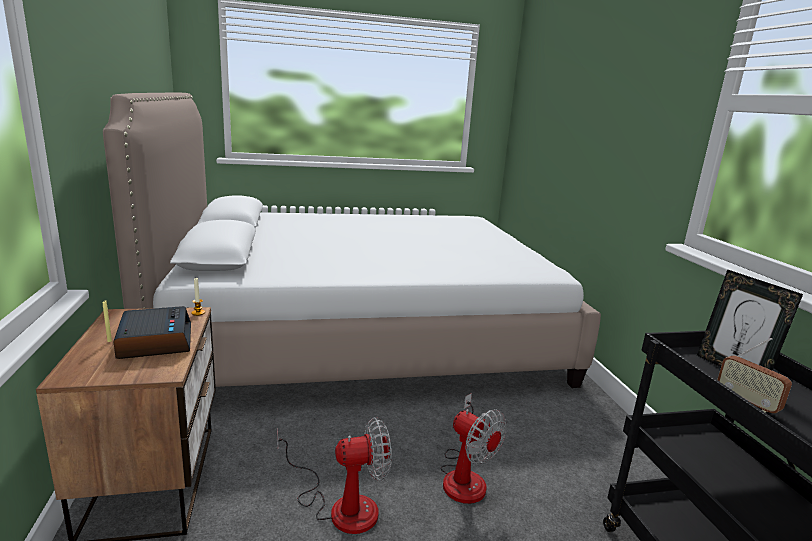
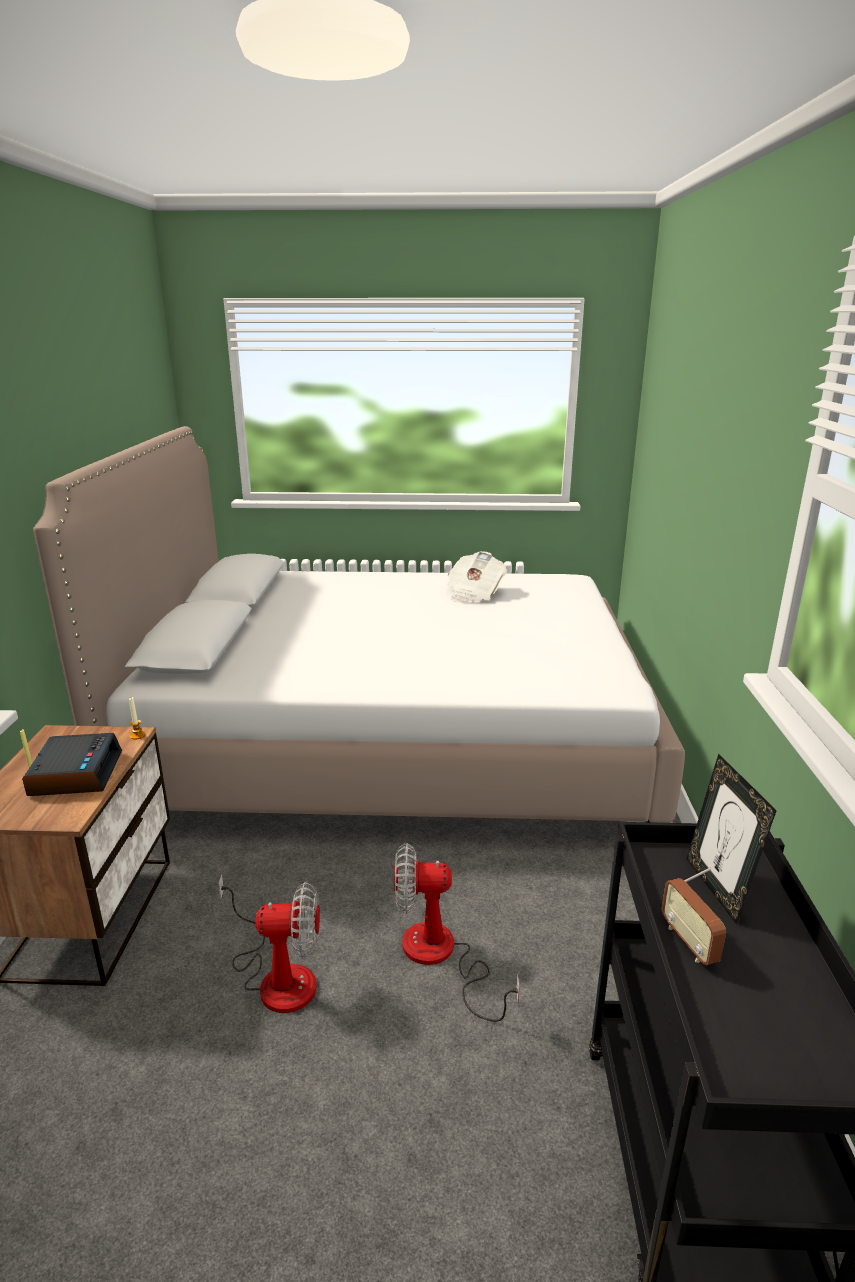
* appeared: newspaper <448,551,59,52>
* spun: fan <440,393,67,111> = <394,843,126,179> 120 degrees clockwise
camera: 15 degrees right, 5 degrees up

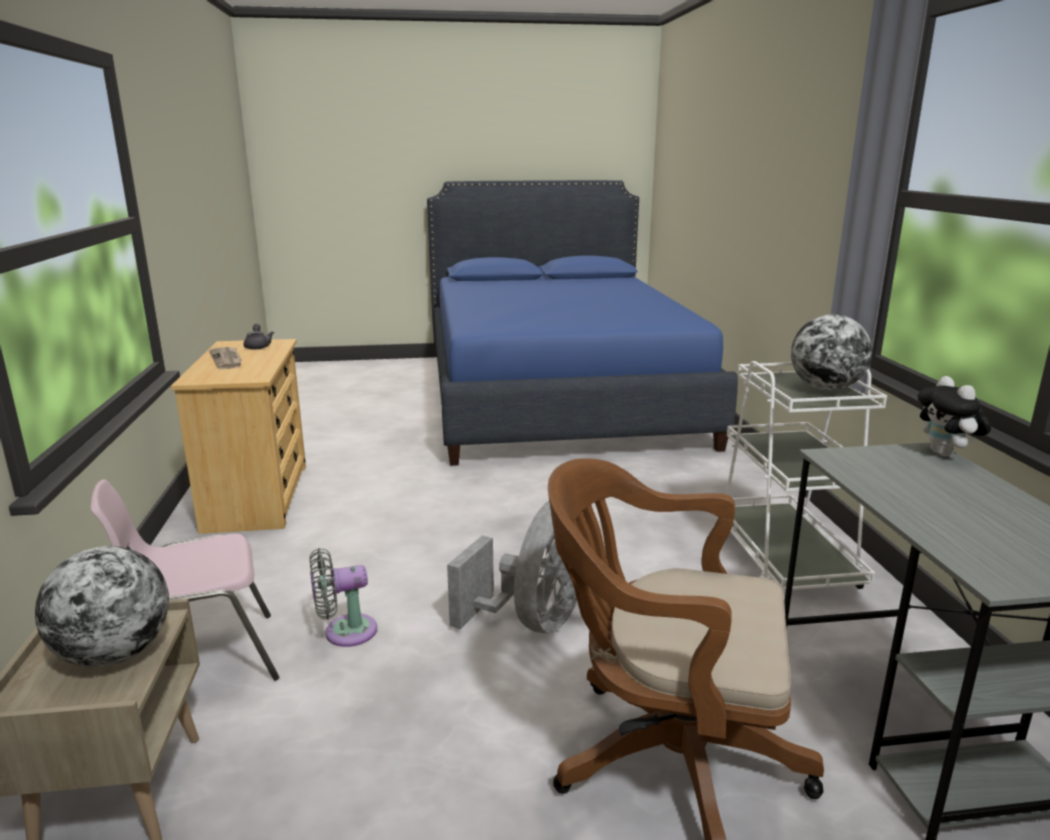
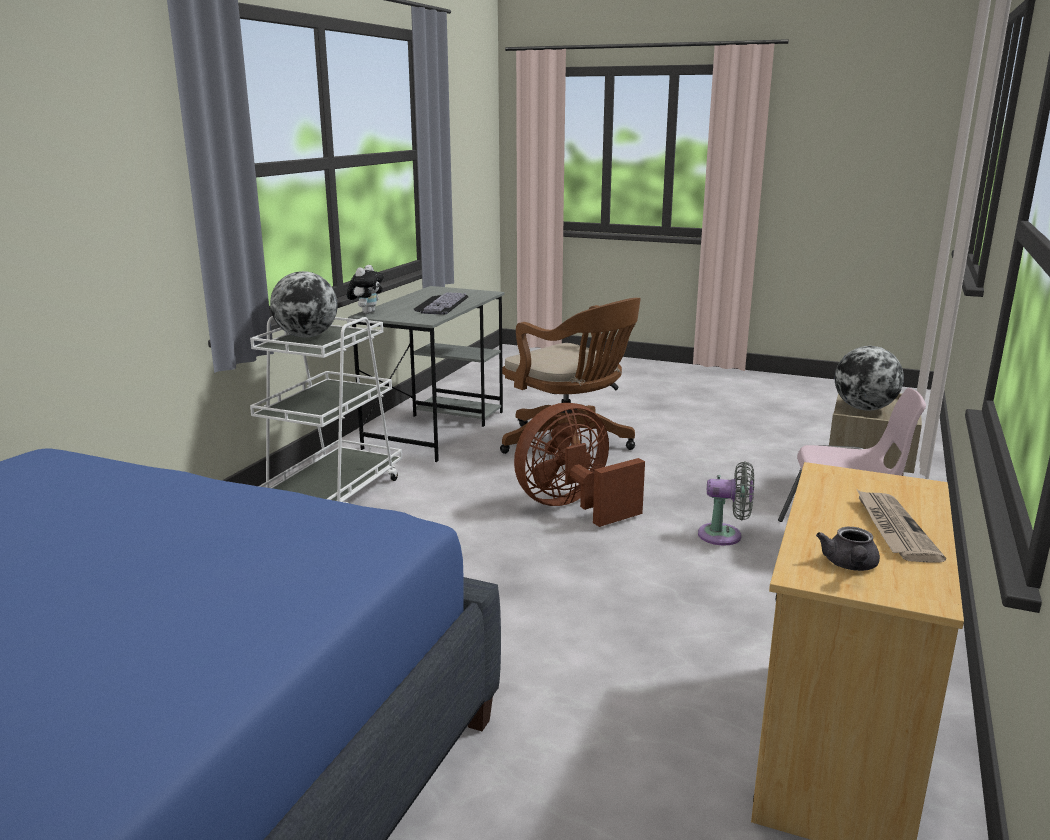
* appeared: keyboard <414,292,54,23>
* colour: grey fan <447,501,138,132> to brown fan <514,403,131,124>
camera: 150 degrees left, 0 degrees up

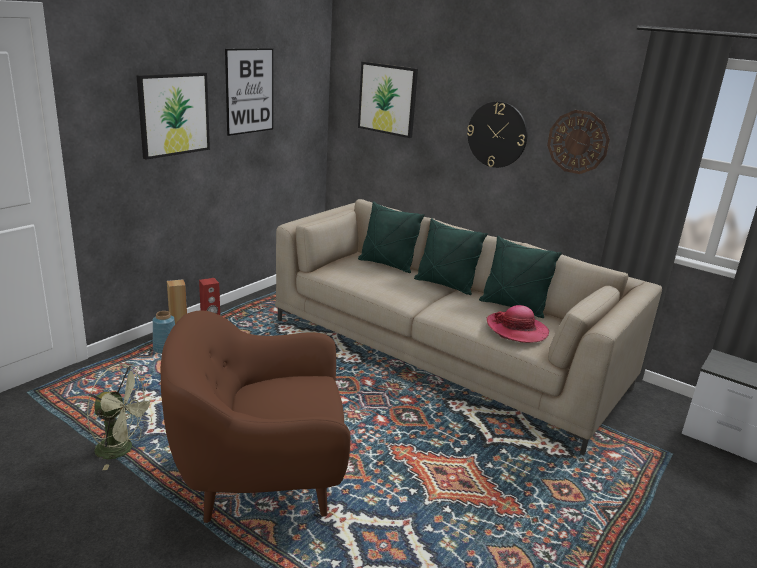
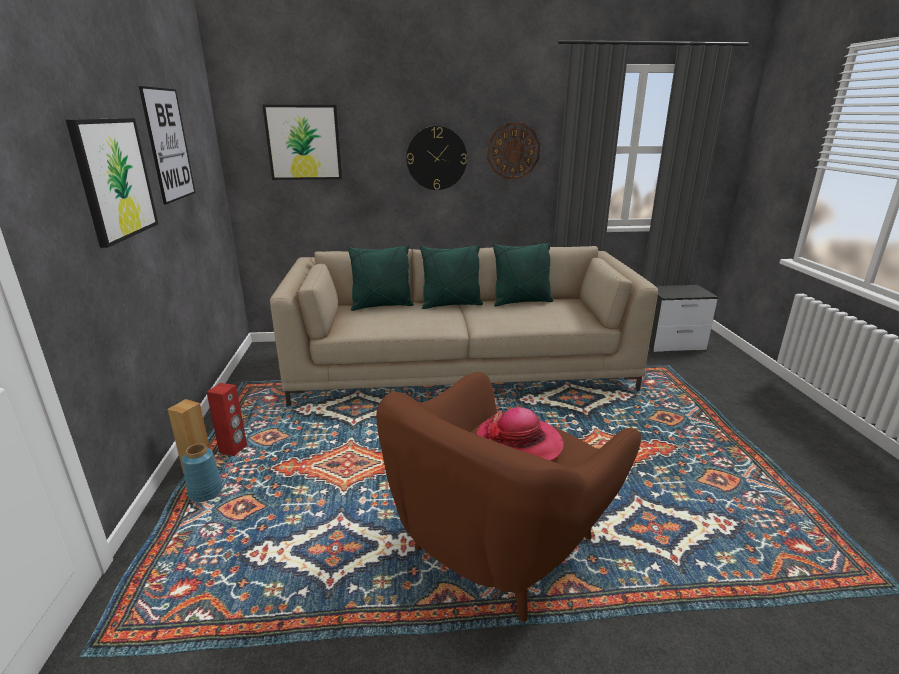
* missing: green fan <87,365,69,105>
* relocated: hat <487,305,62,38> to <476,407,88,54>
camera: 40 degrees left, 0 degrees up

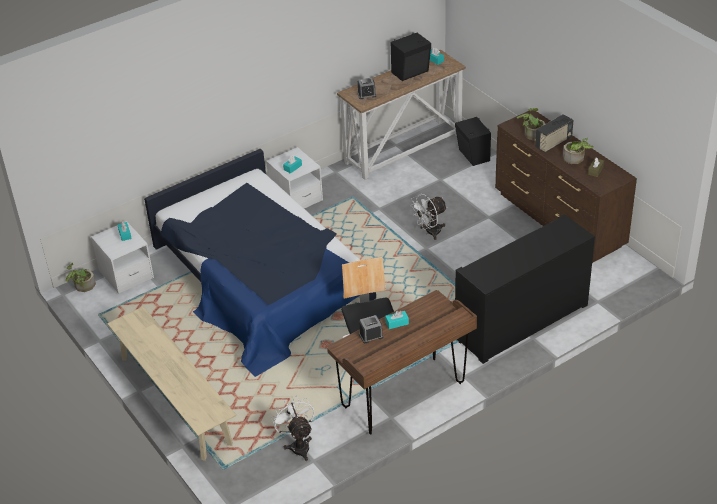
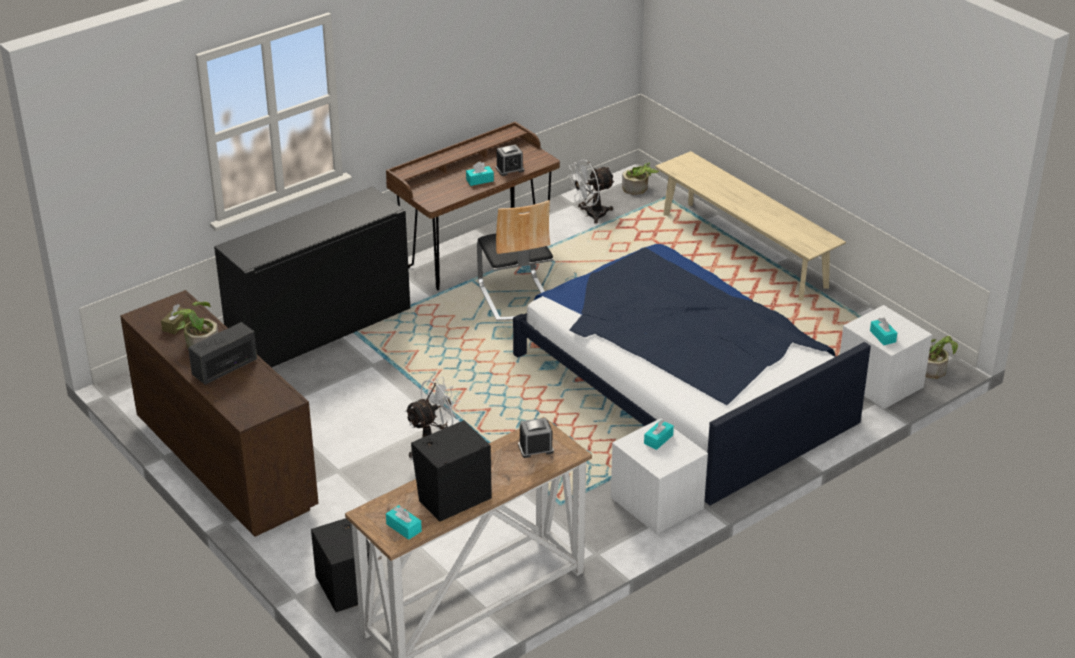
* relocated: potted plant <517,108,28,33> to <622,162,37,33>
* spun: white fan <271,397,43,64> = <567,160,48,64> 90 degrees clockwise
camera: 175 degrees right, 5 degrees down

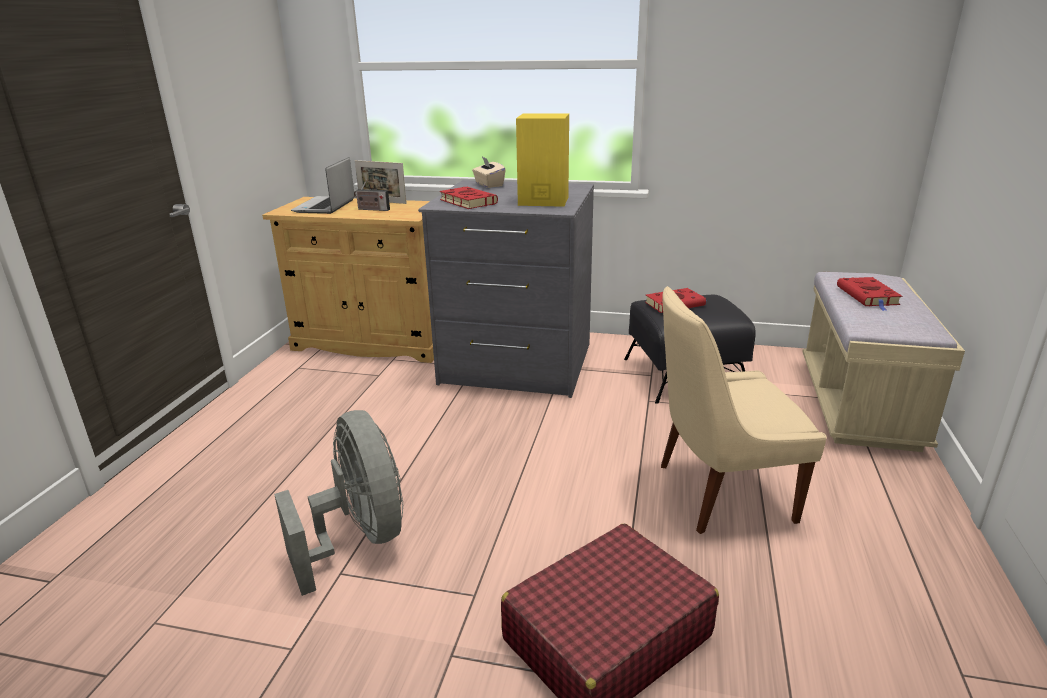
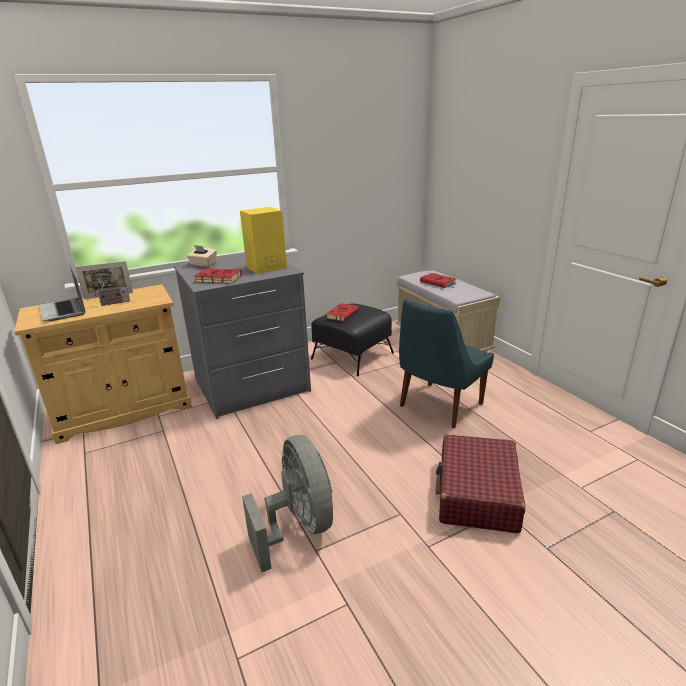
* colour: beige chair <661,286,166,248> to blue chair <399,299,95,129>
* spun: grey fan <274,410,129,186> = <242,435,91,137> 45 degrees clockwise
camera: 40 degrees left, 0 degrees up

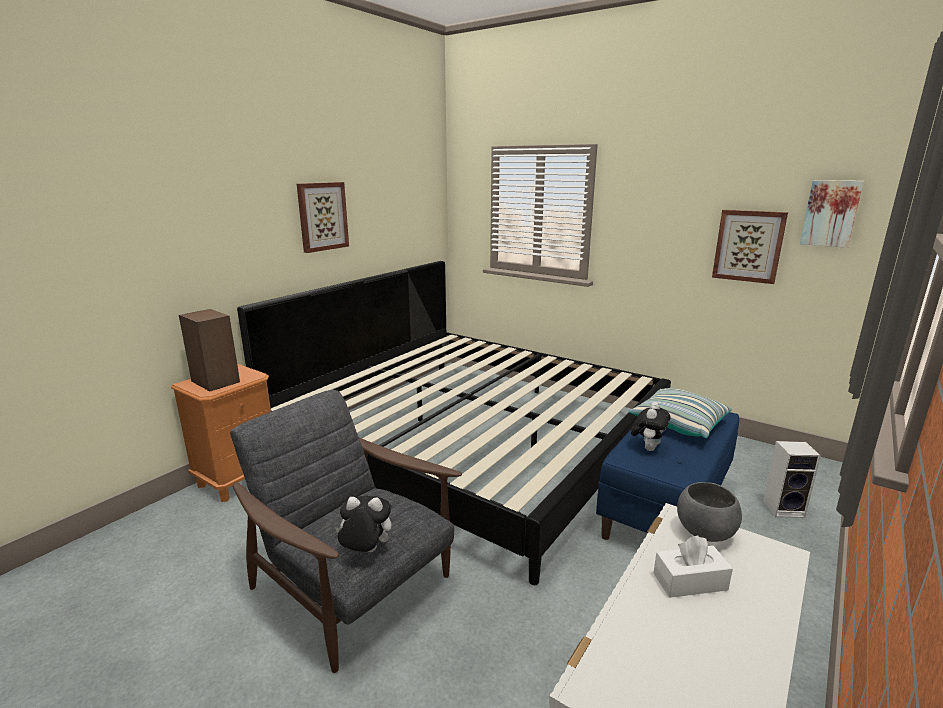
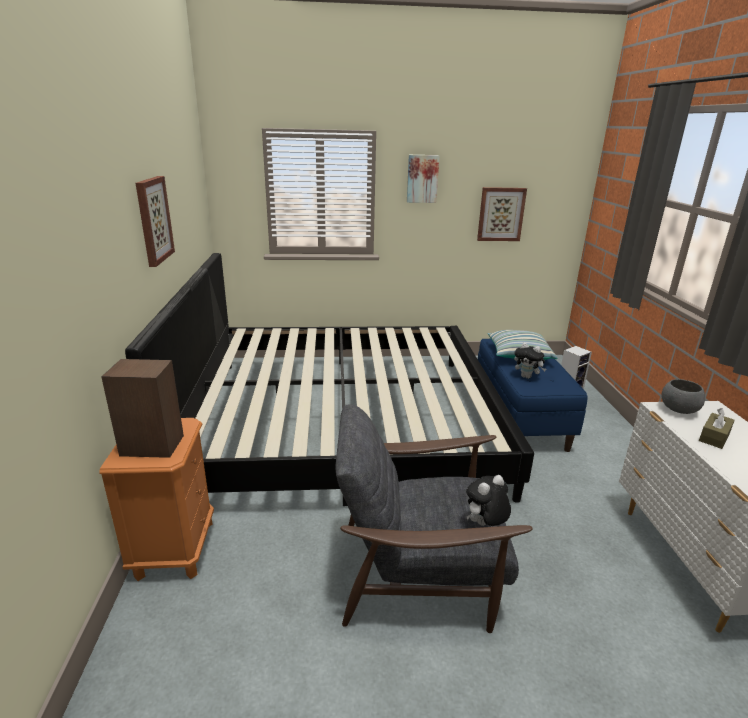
* relocated: picture <800,180,64,68> to <407,155,33,48>
* colour: white tissue box <653,536,80,62> to brown tissue box <699,408,36,41>
* spun: plush toy <631,402,40,49> = <514,343,32,36> 135 degrees clockwise
camera: 40 degrees left, 5 degrees up

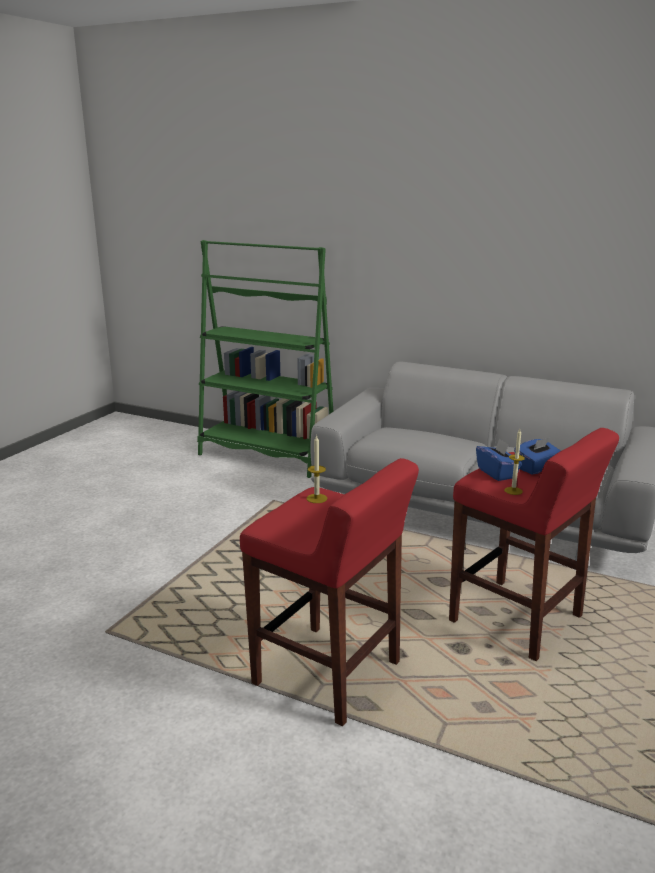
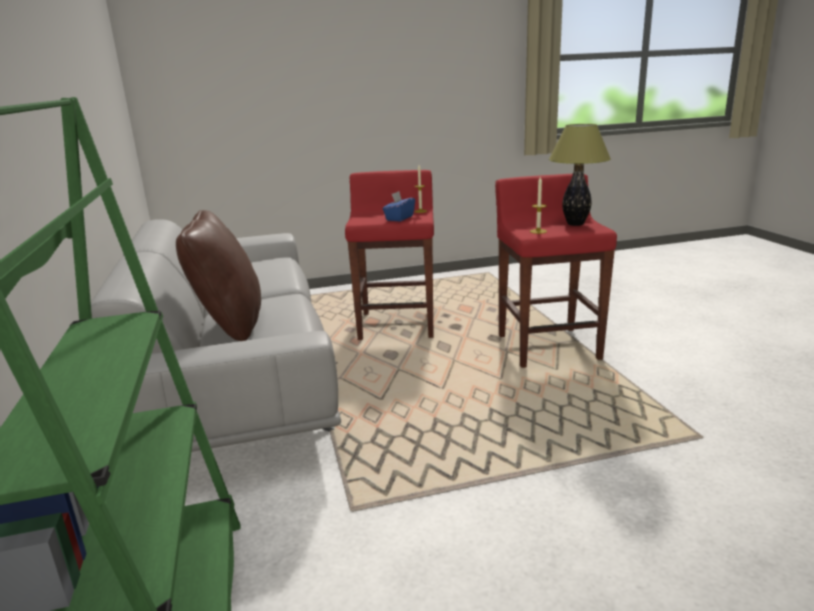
* missing: blue tissue box <514,437,47,38>
* appeared: brown pillow <176,210,85,131>
* appeared: table lamp <548,124,63,102>
camera: 130 degrees left, 0 degrees up

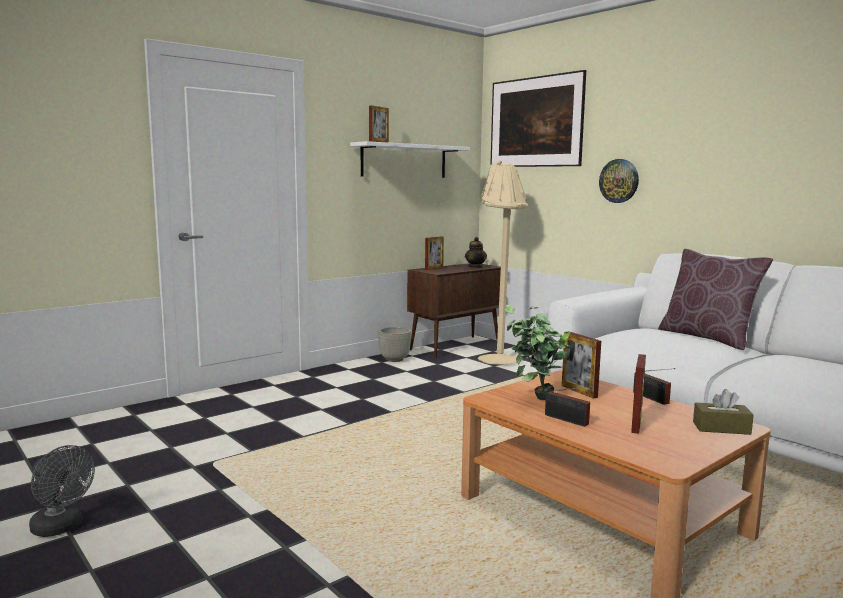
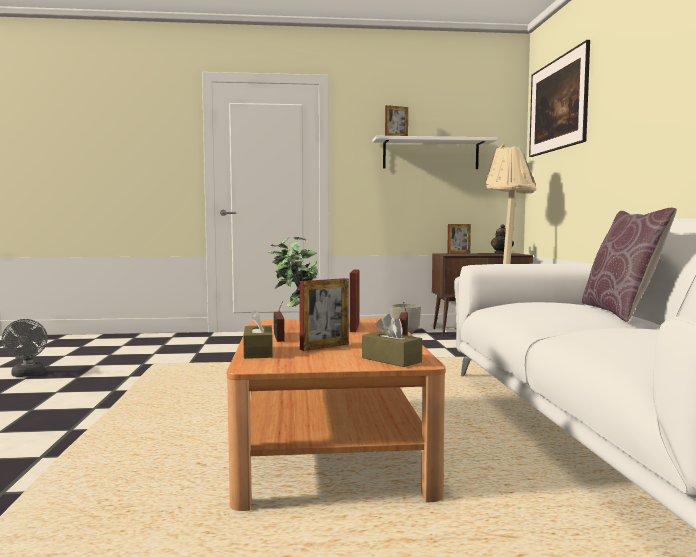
* missing: wall clock <599,159,40,44>
* appeared: brown tissue box <243,308,30,51>
camera: 35 degrees right, 5 degrees down

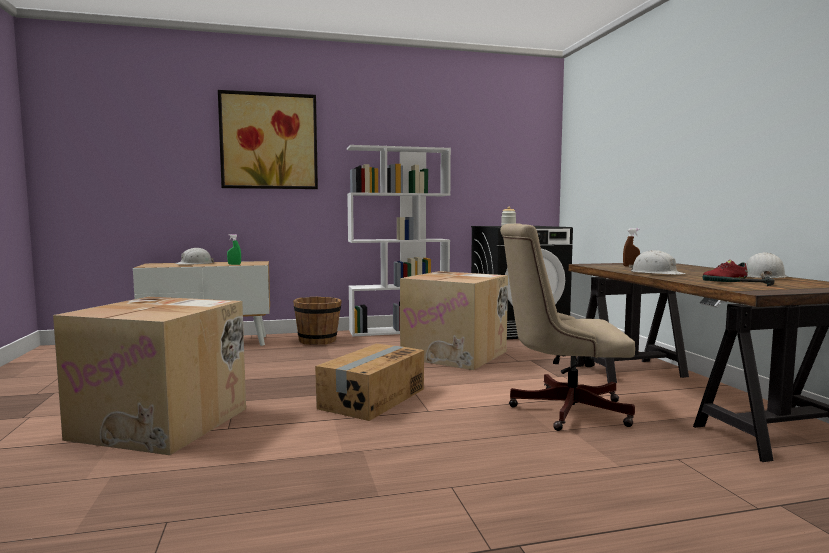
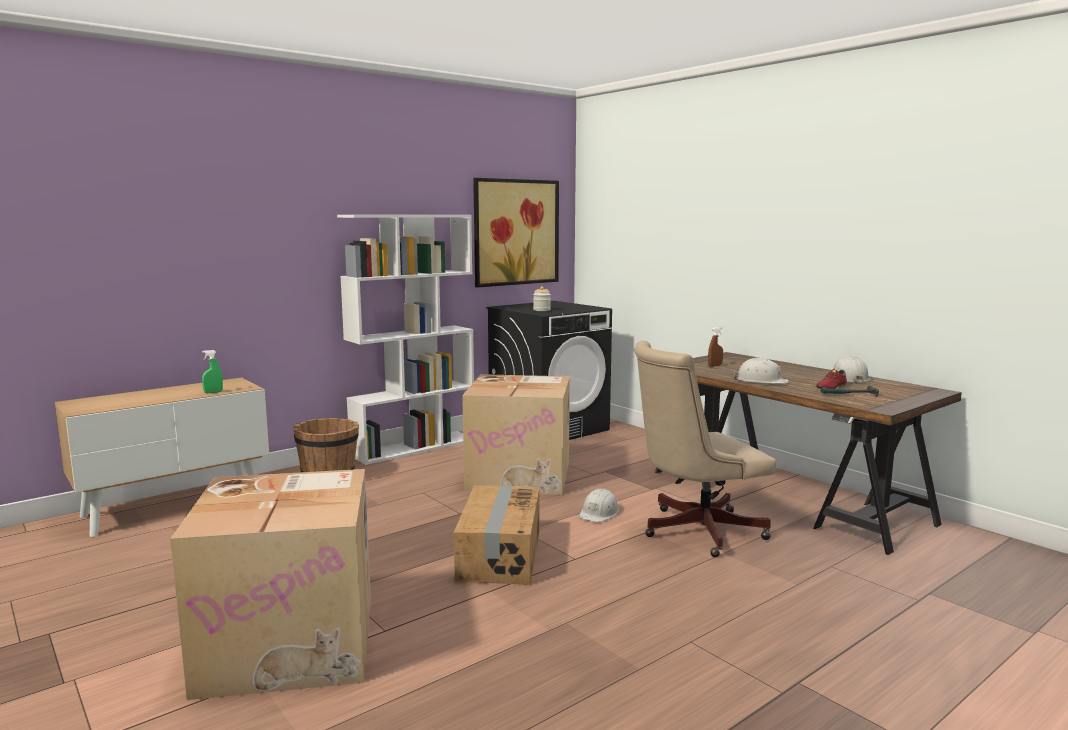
* relocated: white hard hat <175,248,39,16> to <579,488,40,34>
* relocated: picture <218,90,100,99> to <473,178,86,109>
camera: 25 degrees left, 5 degrees up

